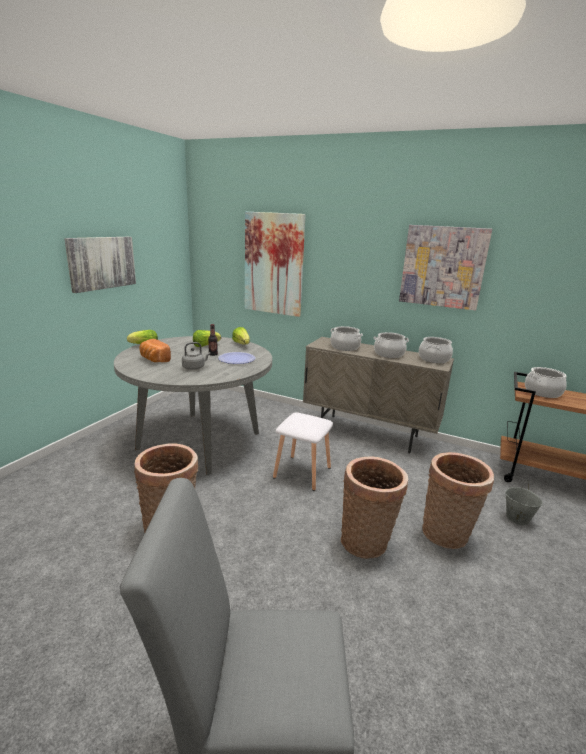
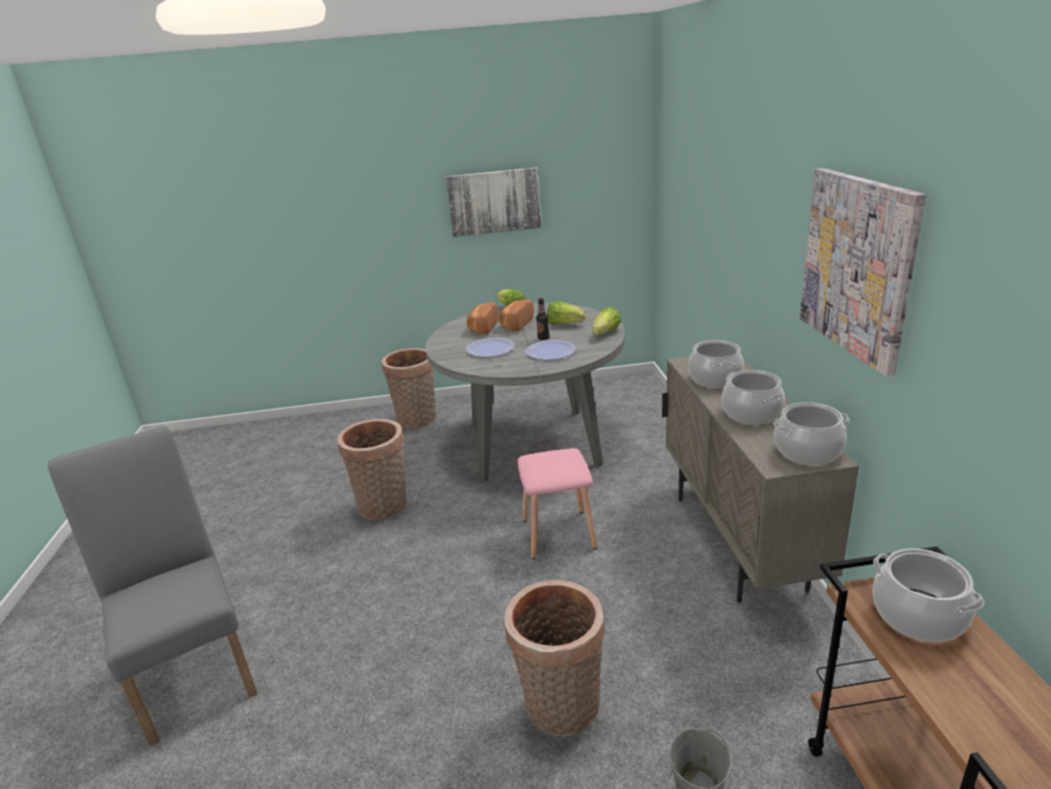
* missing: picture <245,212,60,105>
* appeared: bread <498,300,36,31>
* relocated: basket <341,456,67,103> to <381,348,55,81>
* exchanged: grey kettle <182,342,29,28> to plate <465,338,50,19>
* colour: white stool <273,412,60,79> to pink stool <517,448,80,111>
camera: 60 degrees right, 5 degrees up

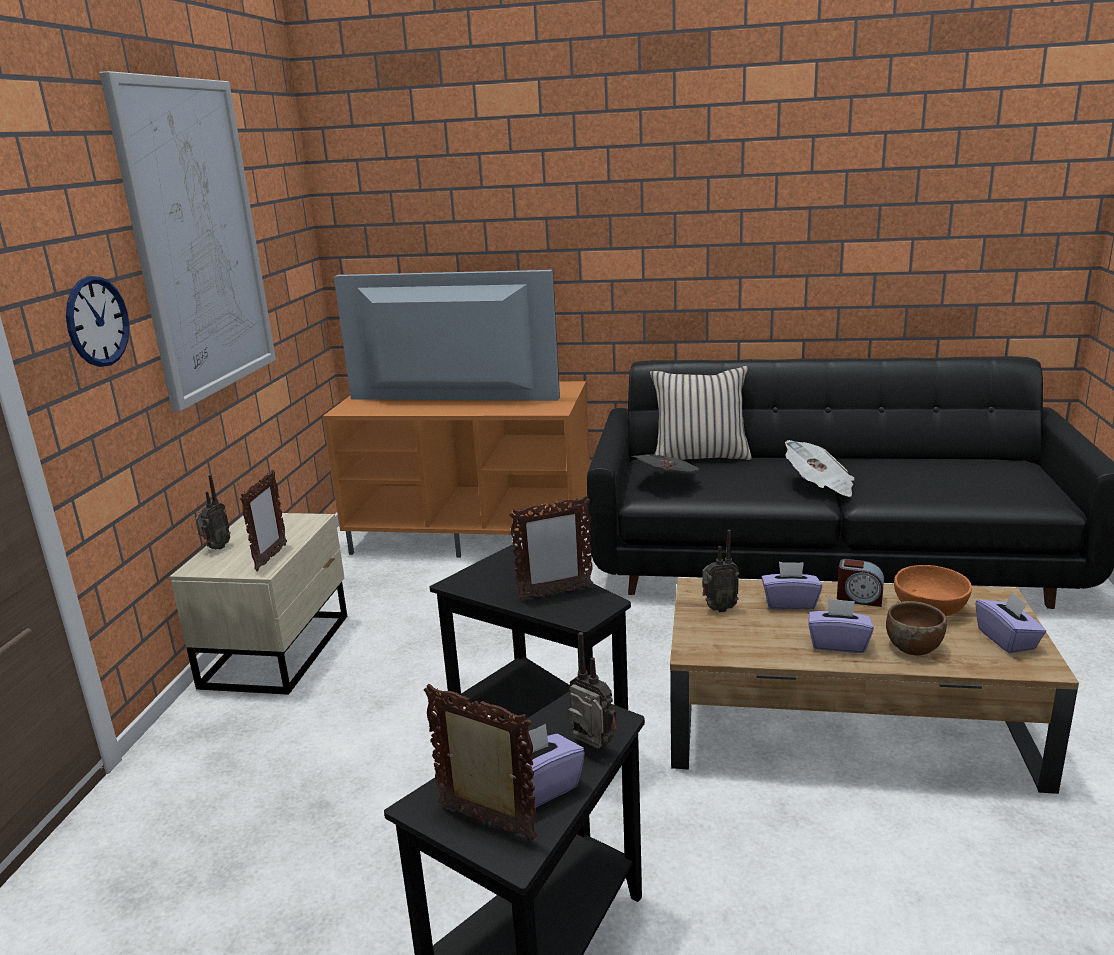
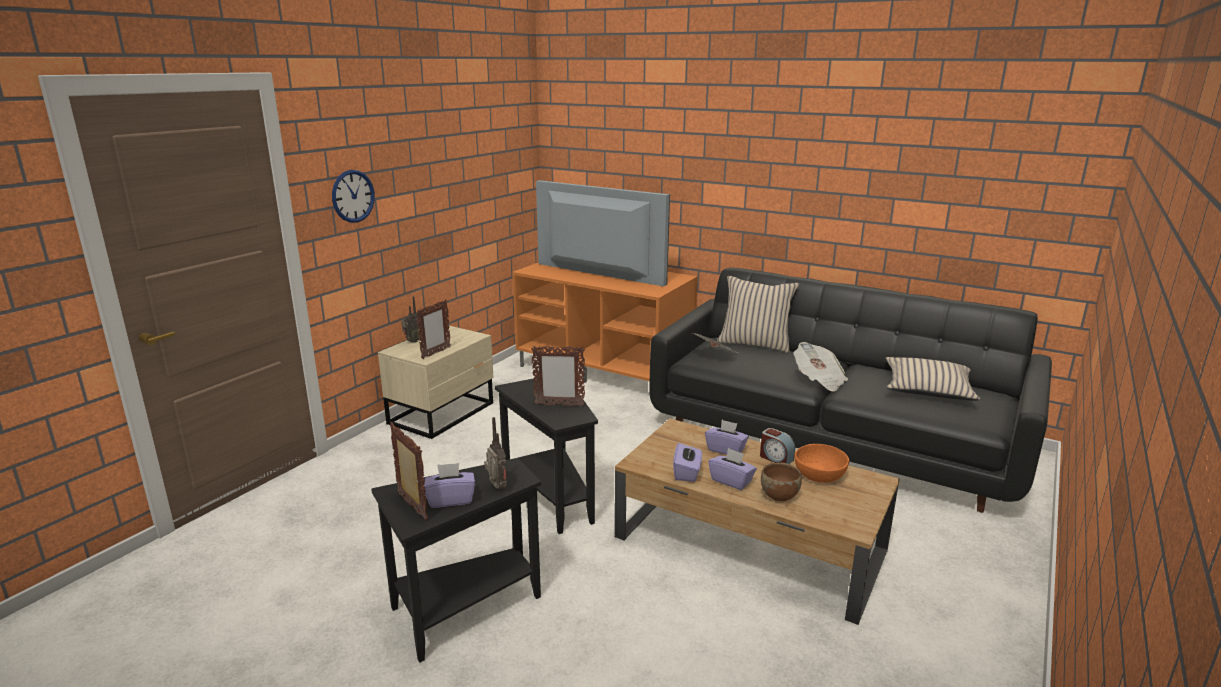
* missing: picture <100,71,176,341>
* missing: radio <702,530,37,82>
* appeared: beige pillow <886,357,94,44>
* relocated: purple tissue box <976,592,70,61> to <673,443,29,39>
camera: 20 degrees right, 0 degrees up

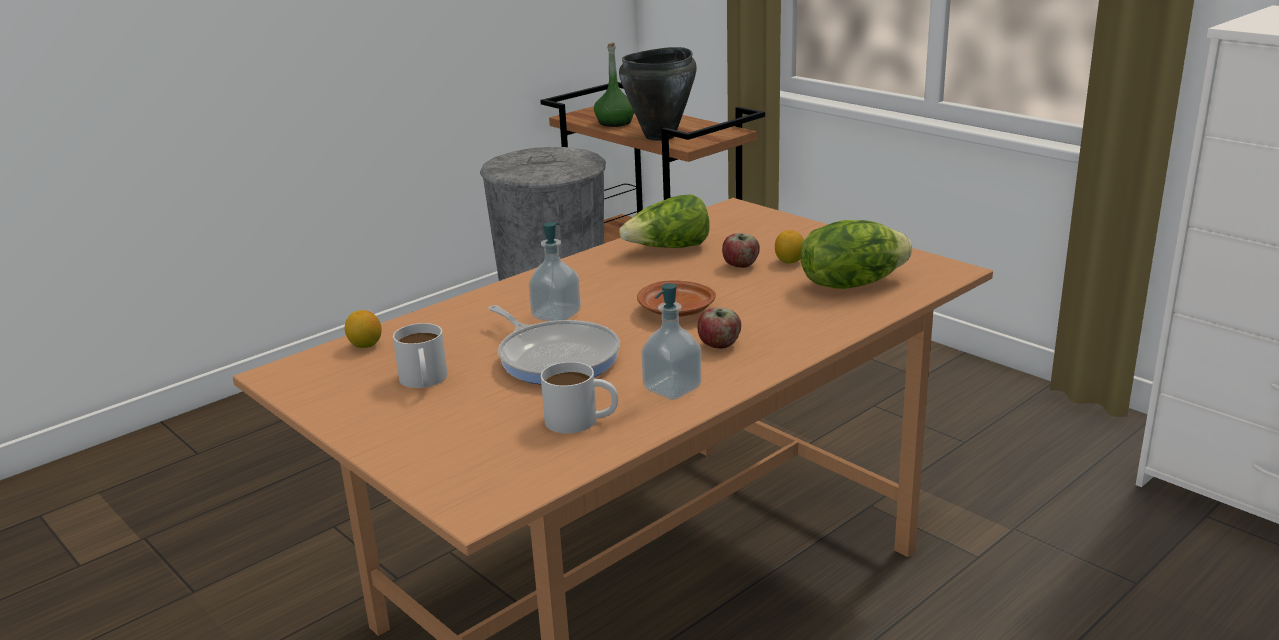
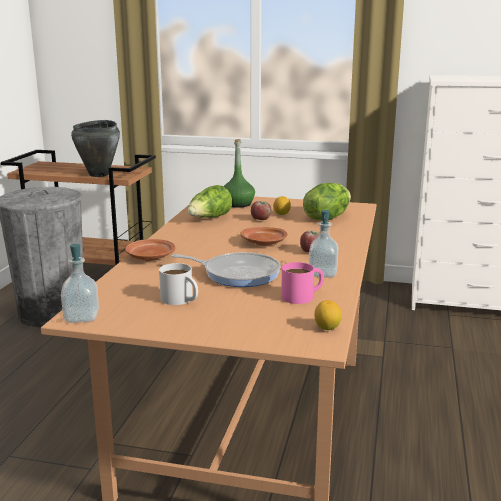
* appeared: brown plate <125,239,50,22>
* relocated: lemon <345,310,37,38> to <315,300,27,30>
* relocated: soap dispenser <529,222,52,99> to <61,244,38,79>
* relocated: green bottle <594,43,40,84> to <223,139,32,69>
* colour: white mug <541,362,77,71> to pink mug <281,262,43,42>
camera: 35 degrees left, 5 degrees down

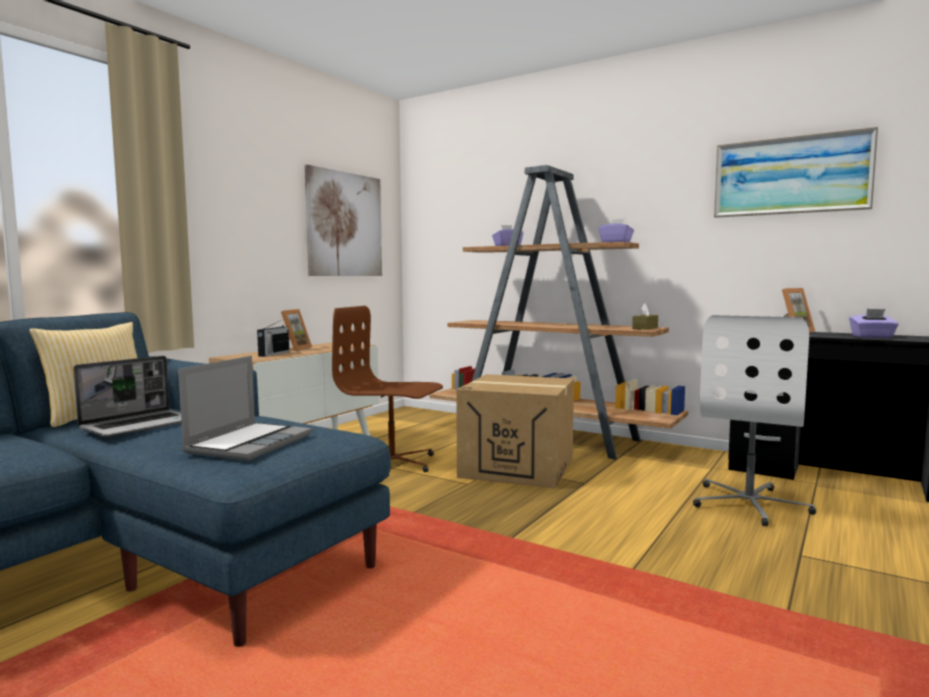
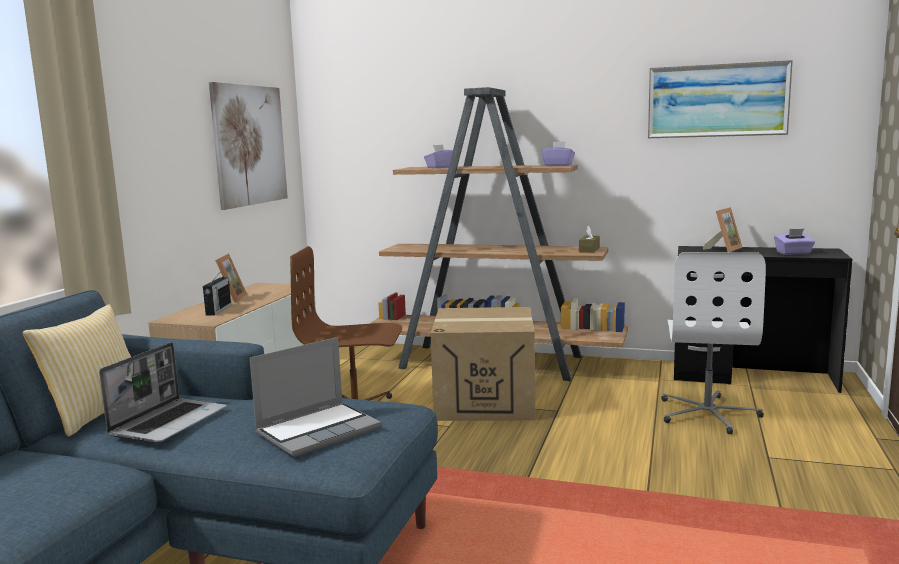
* spun: laptop <178,356,134,105> = <250,337,131,120> 45 degrees clockwise
camera: 15 degrees left, 5 degrees up

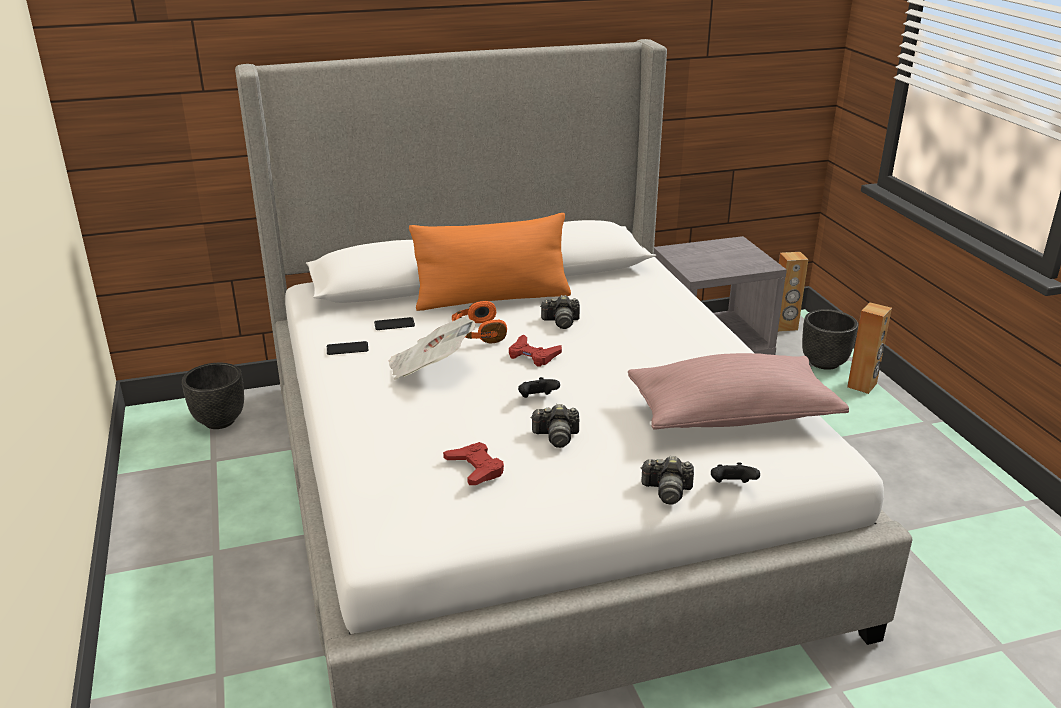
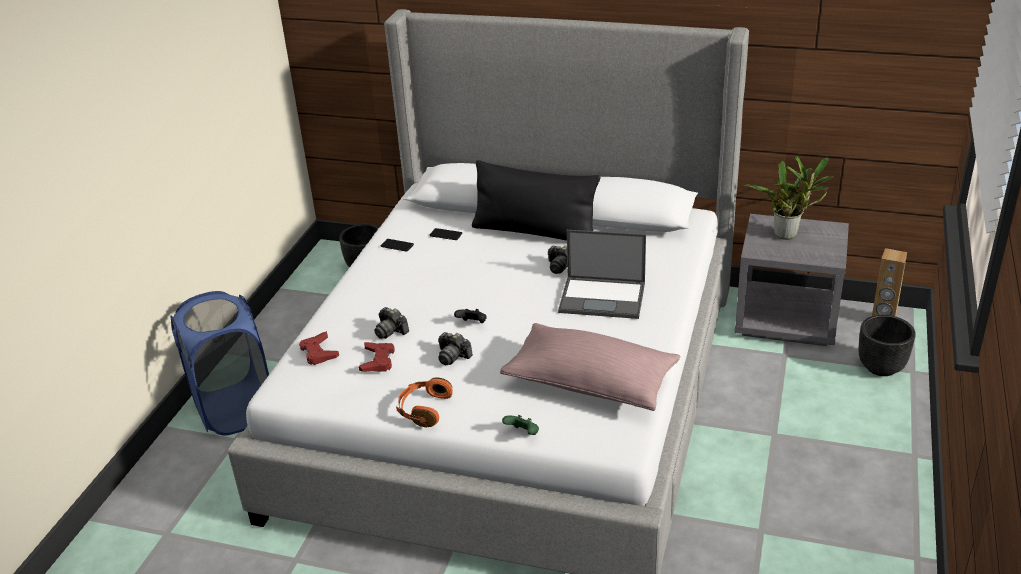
* missing: newspaper <389,316,86,64>
* missing: brown speaker <847,302,45,92>
* appeared: blue laundry basket <170,291,99,145>
* appeared: laptop <558,230,88,89>
* appeared: potted plant <743,156,91,84>
* relocated: orange headphones <452,301,55,42> to <396,378,57,49>
* relocated: red game controller <509,334,53,33> to <299,331,40,34>
* relocated: photo camera <641,456,53,49> to <374,307,35,32>
* colour: orange pillow <409,213,162,98> to black pillow <472,160,128,81>
* colour: black game controller <711,462,49,21> to green game controller <502,415,37,20>
camera: 35 degrees right, 5 degrees up

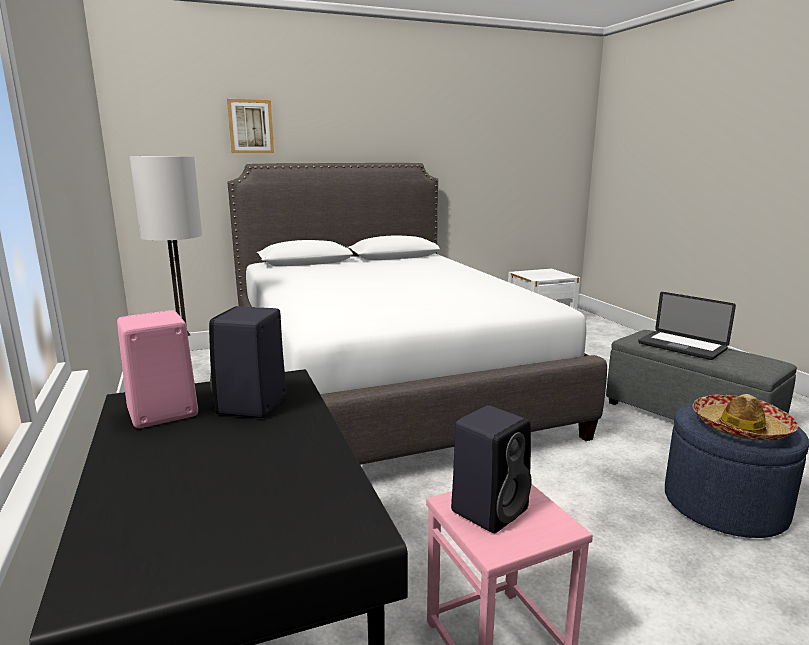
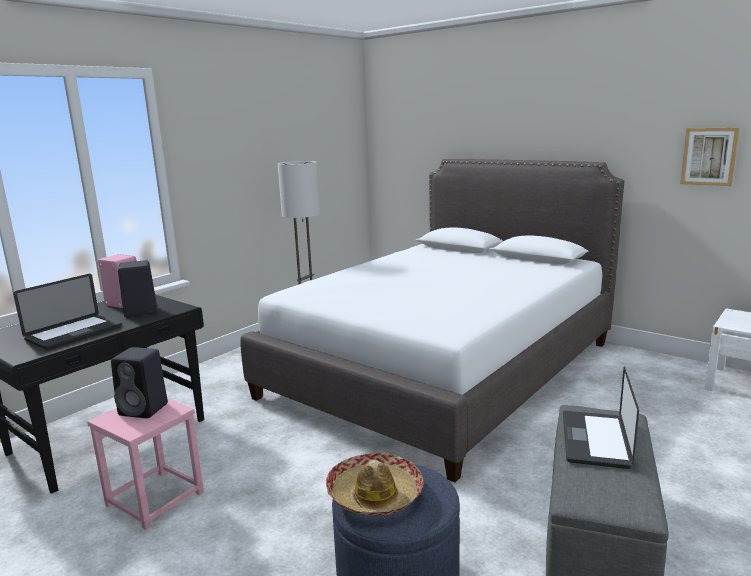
* appeared: laptop <13,274,109,76>
* relocated: picture <227,99,47,54> to <680,128,60,58>
camera: 60 degrees right, 0 degrees up

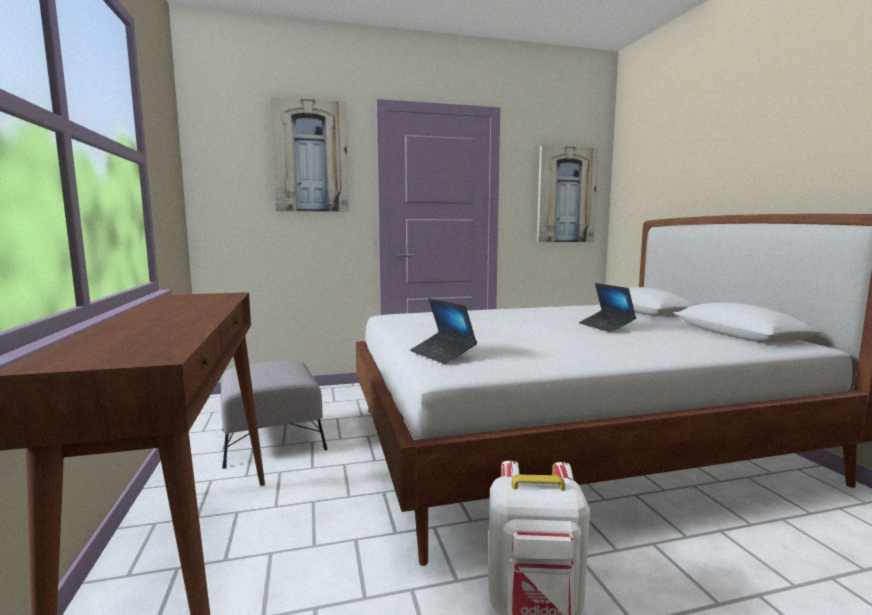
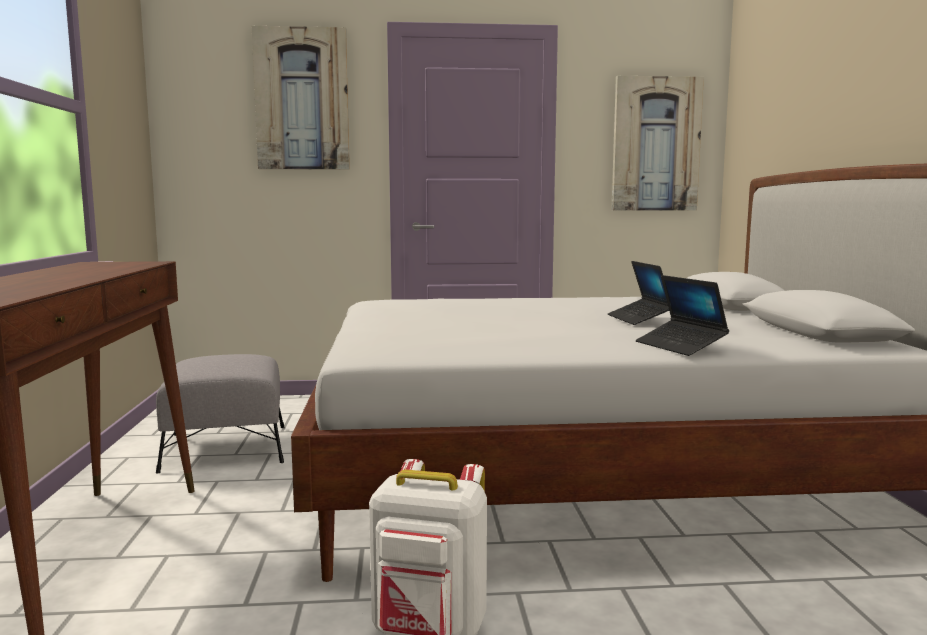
* relocated: laptop <410,298,67,66> to <636,275,93,81>
camera: 10 degrees right, 0 degrees up

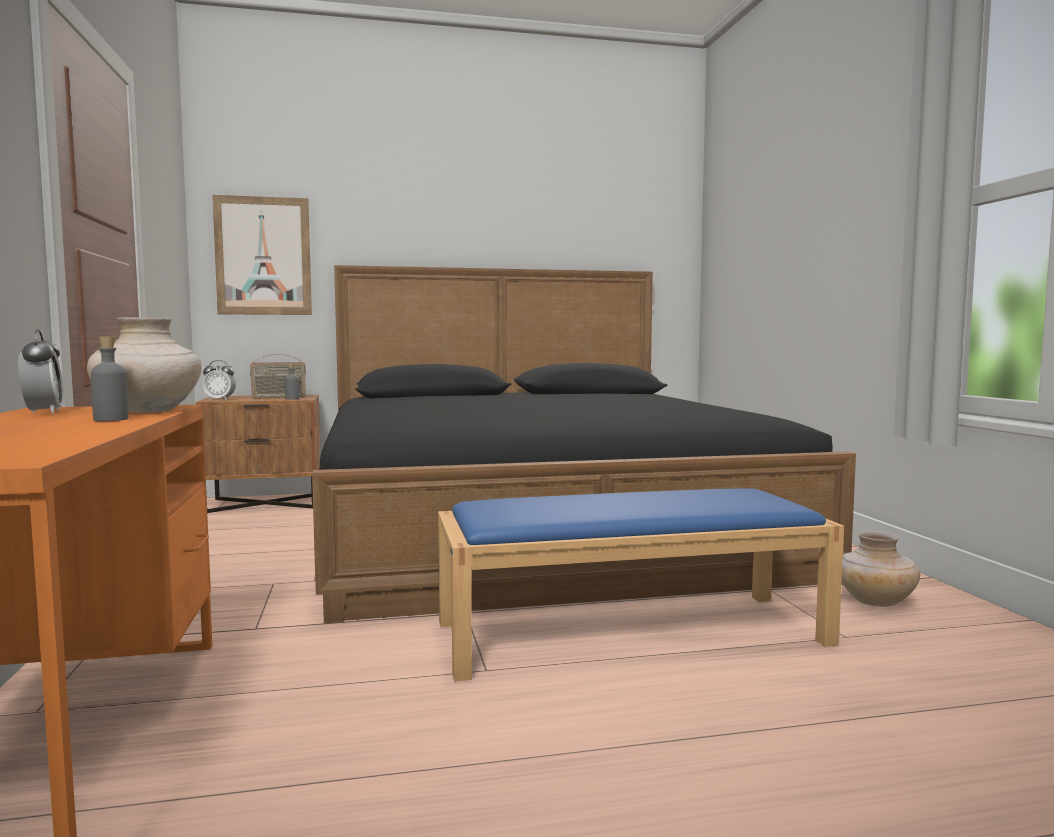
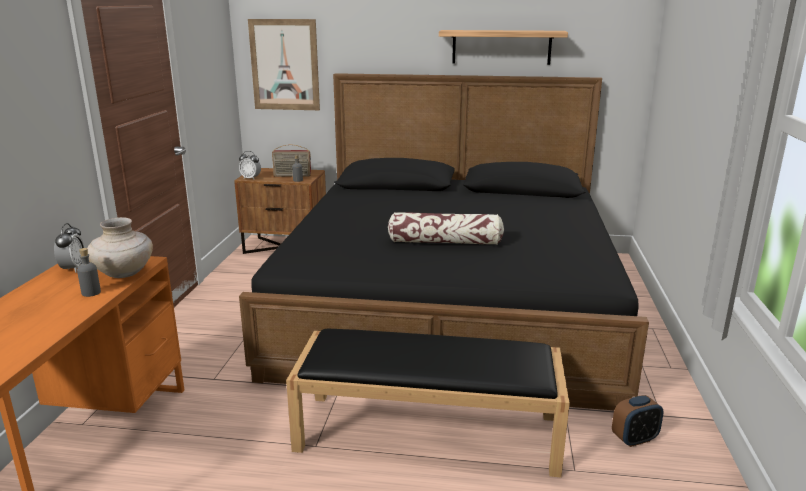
* appeared: pillow <388,212,116,33>
* appeared: shelf <439,30,129,35>
* exchanged: beige vase <842,531,78,76> to alarm clock <612,395,52,52>
* colour: blue bench <438,488,406,194> to black bench <286,328,284,149>
camera: 20 degrees right, 15 degrees up

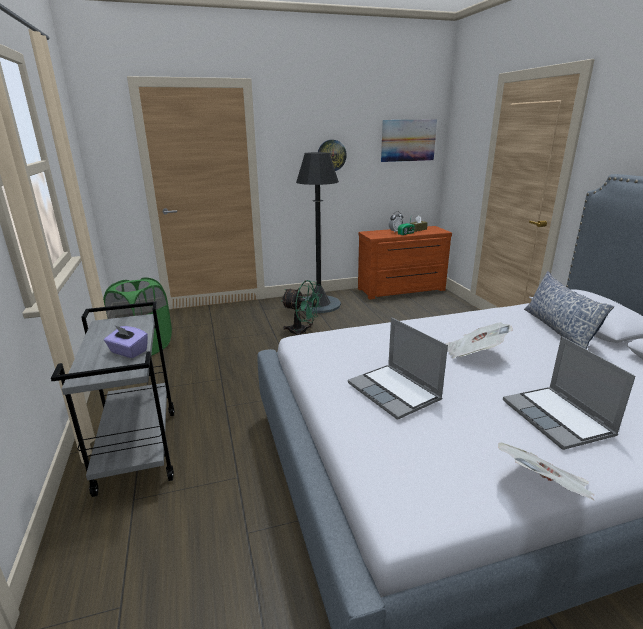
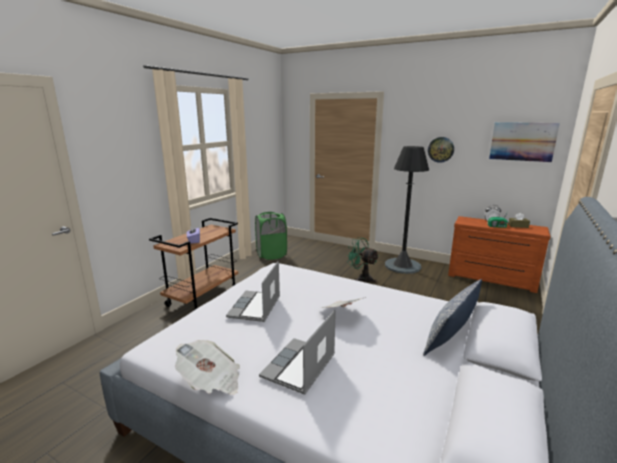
* colour: grey cart <51,301,124,196> to brown cart <149,218,89,92>
* spun: green fan <281,280,41,55> = <346,237,33,46> 150 degrees clockwise
camera: 45 degrees right, 5 degrees down

